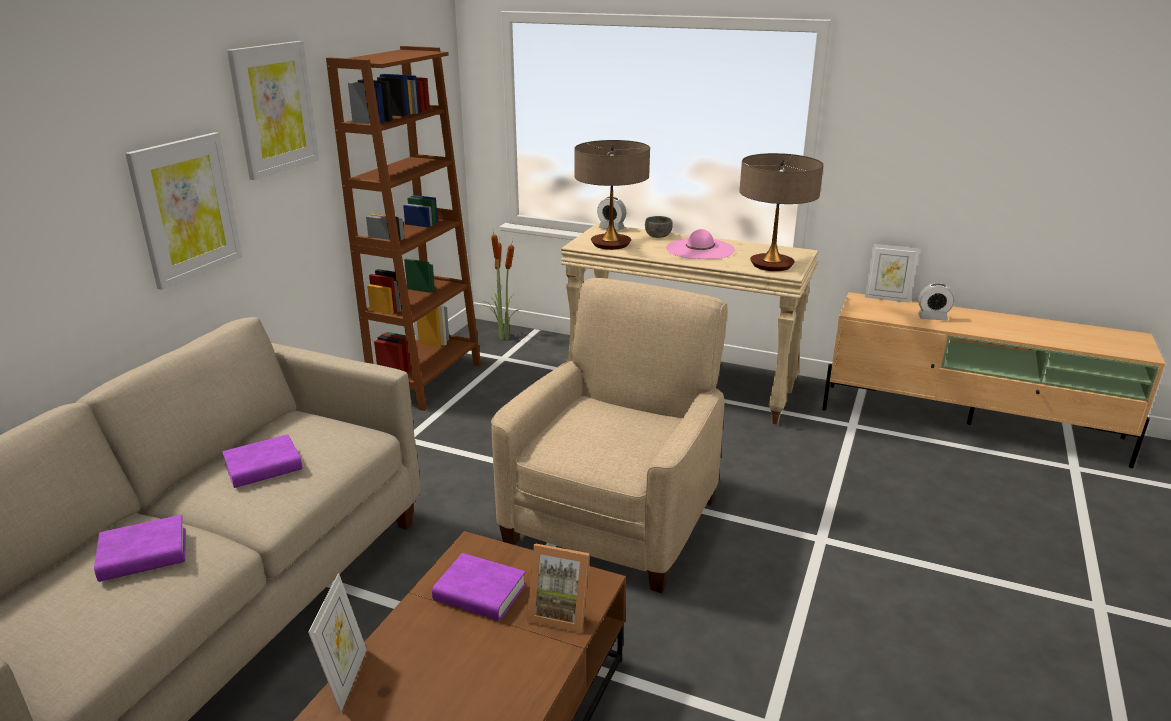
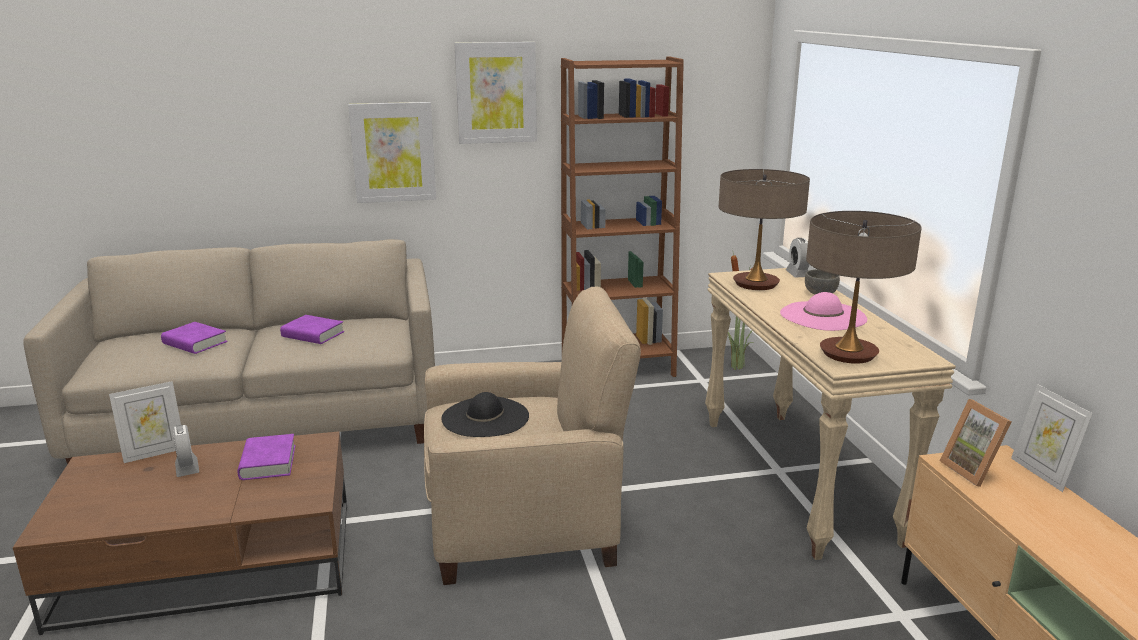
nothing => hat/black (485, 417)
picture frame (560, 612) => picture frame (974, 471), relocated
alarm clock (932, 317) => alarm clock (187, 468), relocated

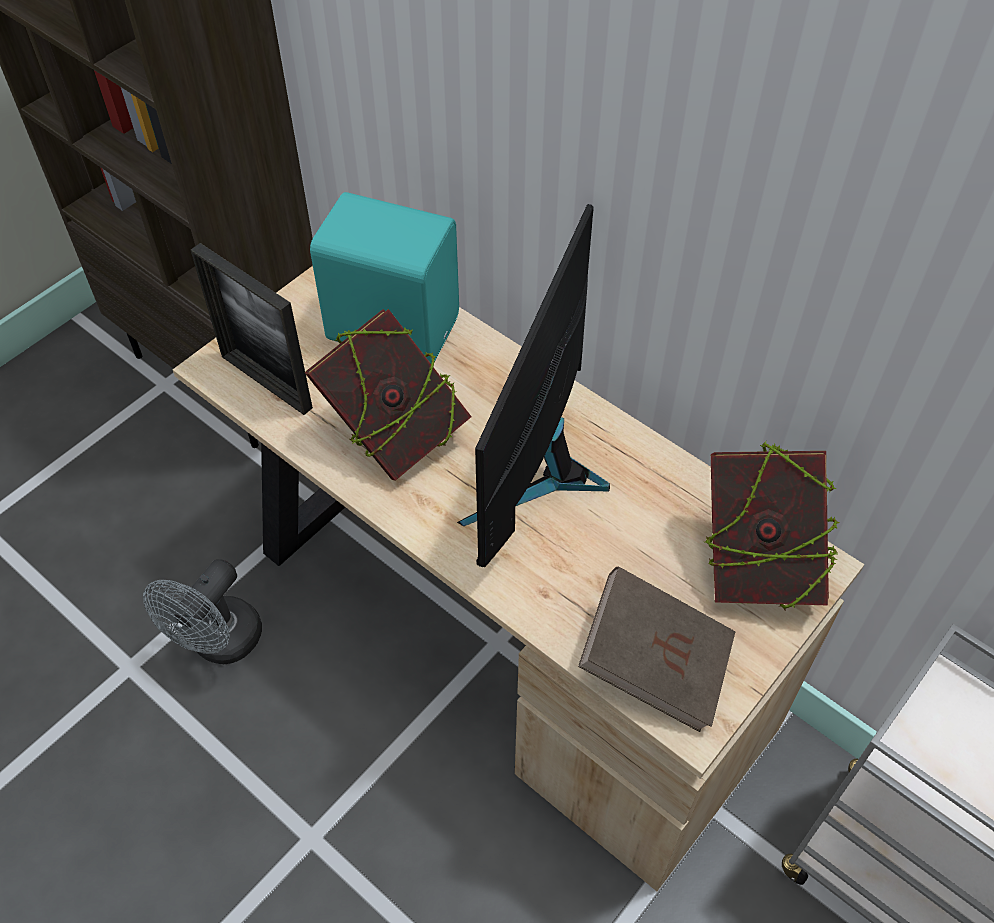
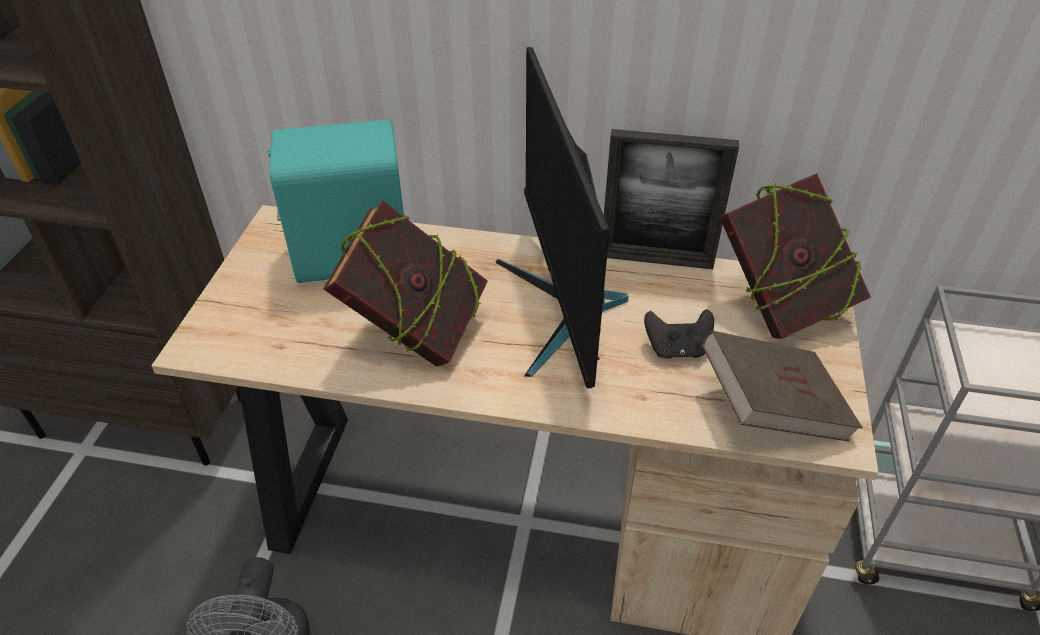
nothing => game controller/black (677, 349)
picture frame (266, 382) => picture frame (656, 259), relocated

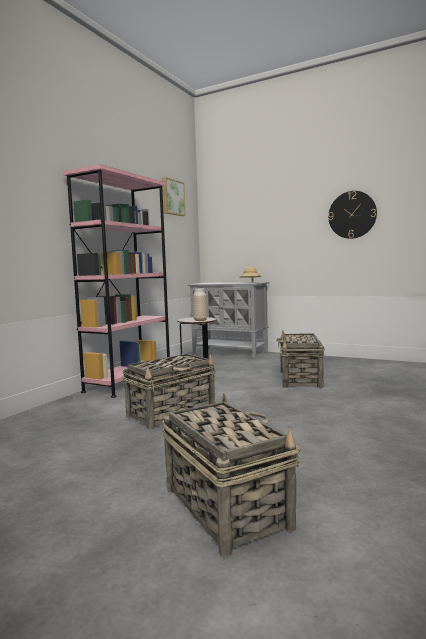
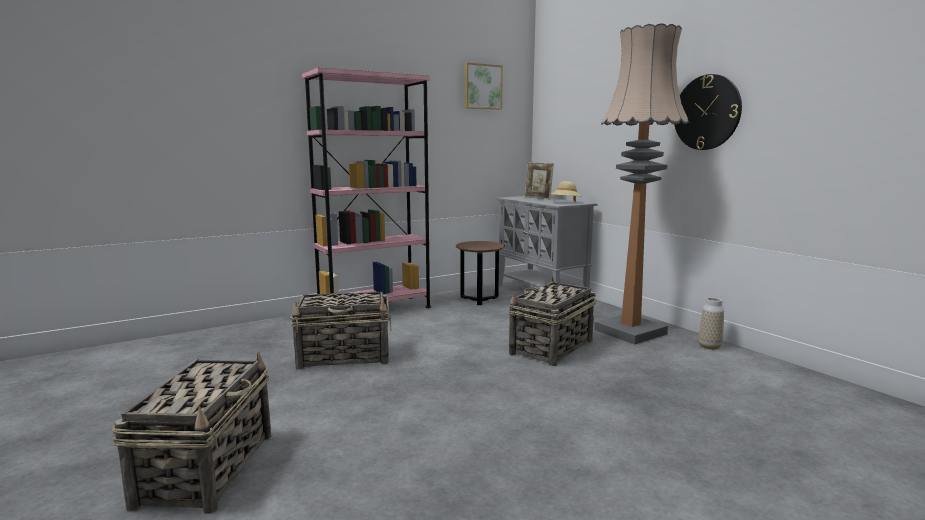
nothing => picture frame (538, 198)
nothing => floor lamp (630, 332)
vase (200, 320) => vase (709, 347), relocated

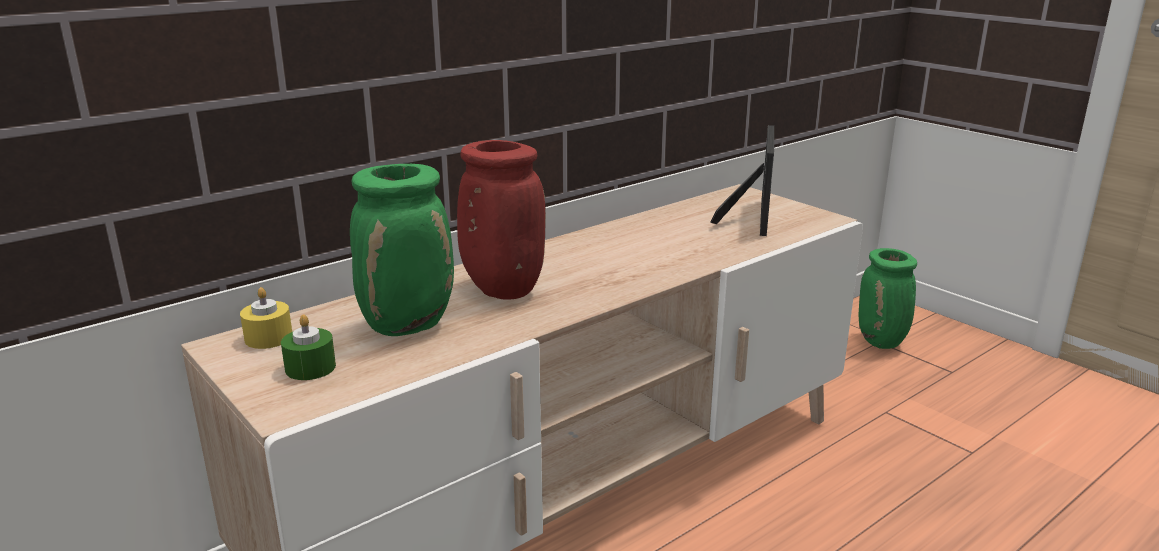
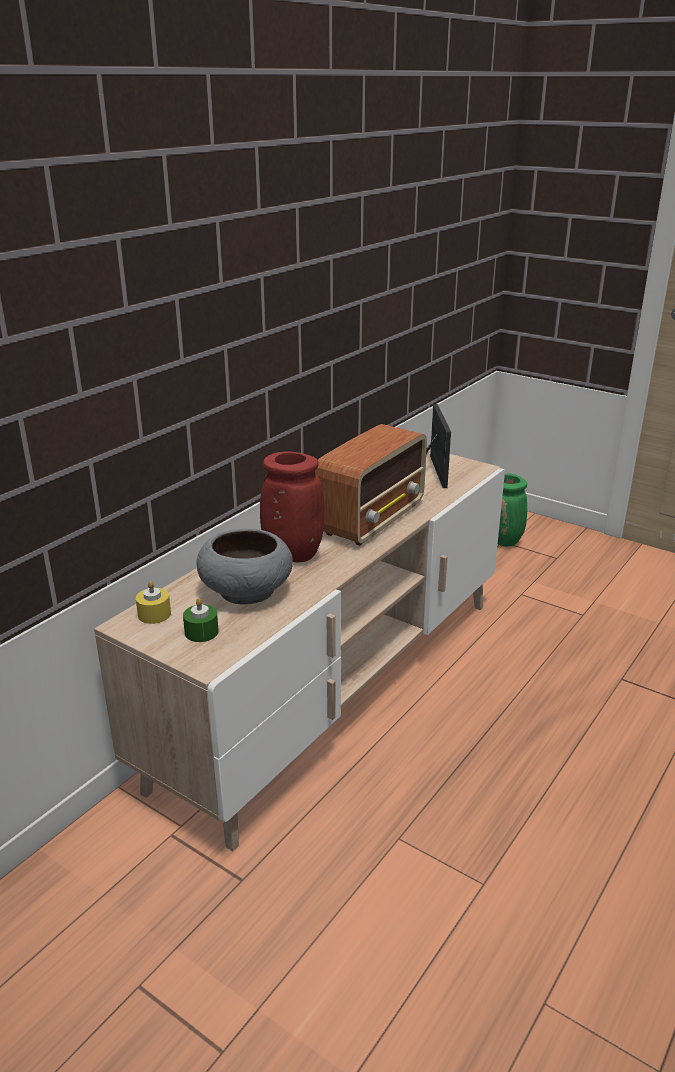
nothing => radio (372, 519)
vase/green (409, 325) => bowl/grey (246, 590)

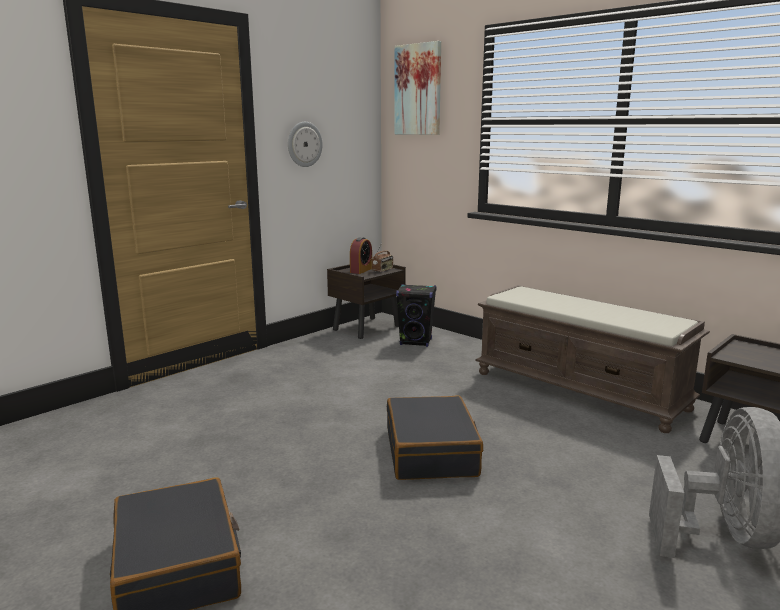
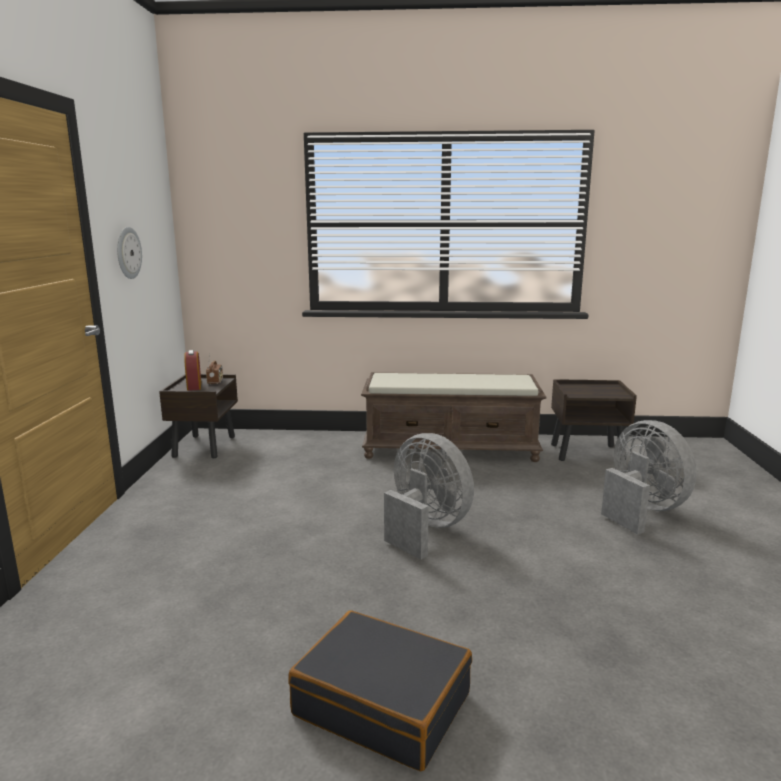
picture (418, 90) => nothing
speaker/black (416, 342) => nothing
suitcase/black (431, 452) => fan/grey (425, 529)

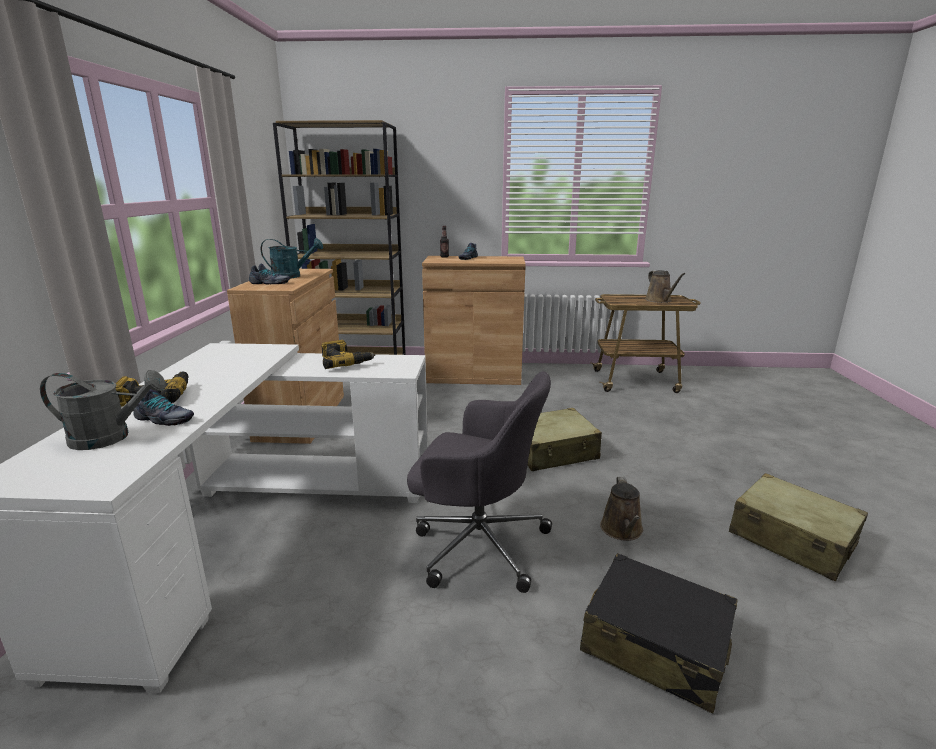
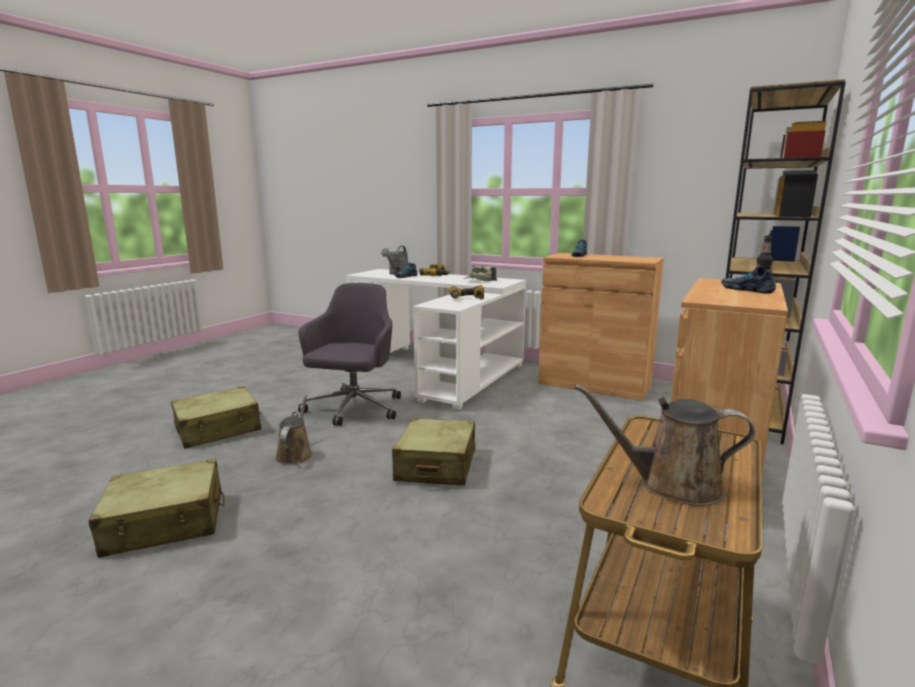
watering can/turquoise (292, 276) => nothing
nothing => cap (479, 281)
suitcase/black (654, 644) => suitcase/beige (218, 429)
office chair/grey (477, 543) => office chair/grey (353, 409), 150 degrees clockwise
watering can/brown (622, 530) => watering can/brown (295, 454), 60 degrees clockwise

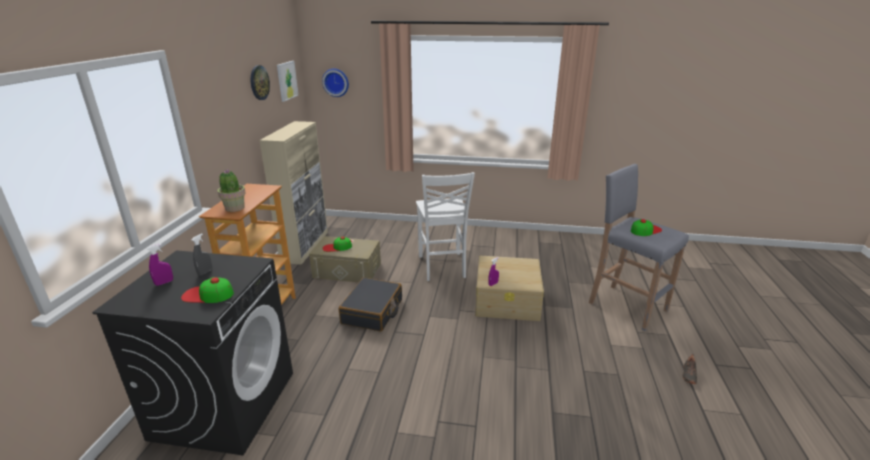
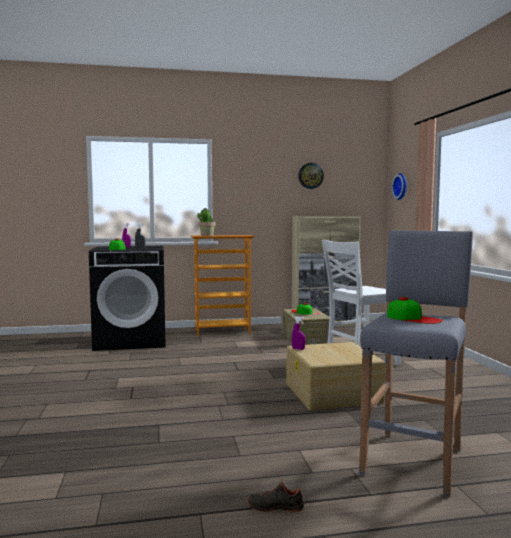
picture (287, 80) => nothing
suitcase/black (372, 312) => nothing

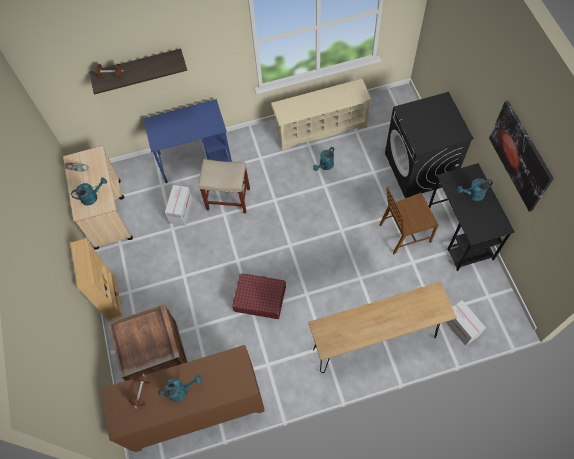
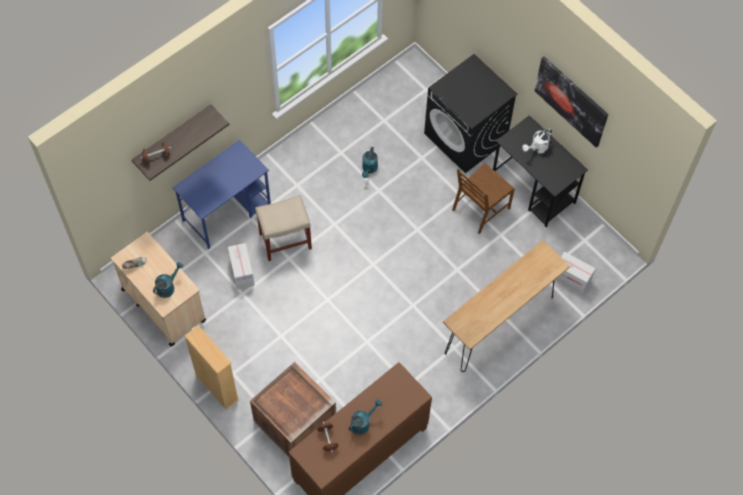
suitcase/red (259, 298) => nothing
shoe rack/beige (321, 128) => nothing
watering can/turquoise (472, 195) => watering can/white (537, 148)

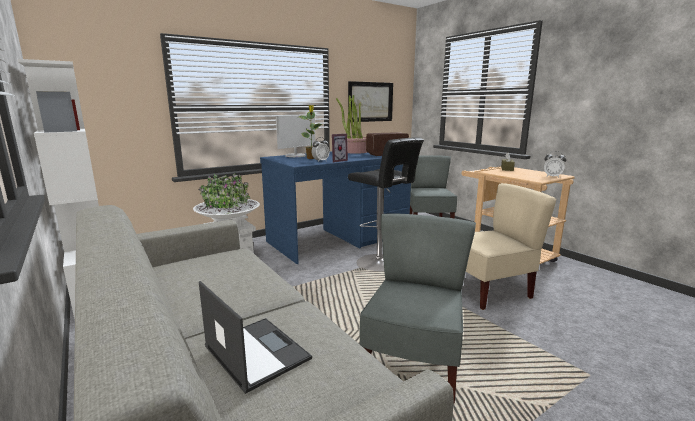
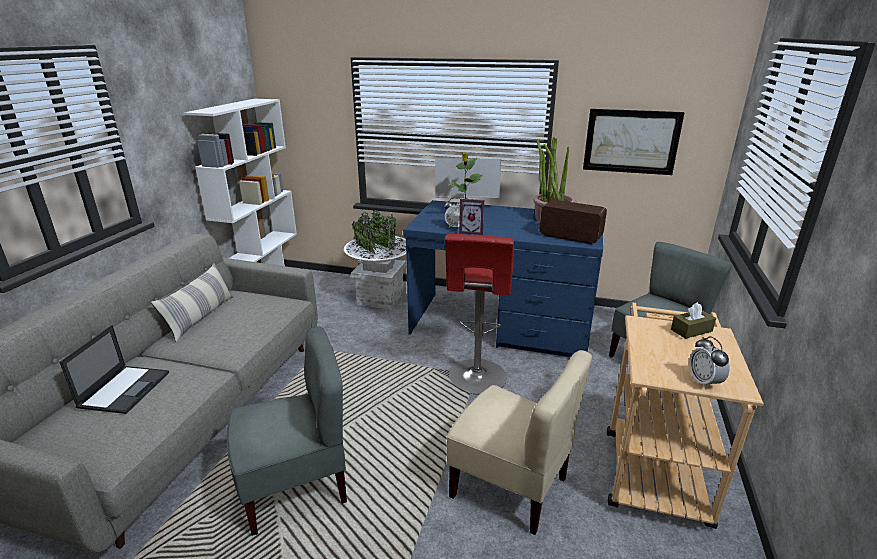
nothing => pillow (201, 317)
stool/black (381, 264) => stool/red (476, 379)

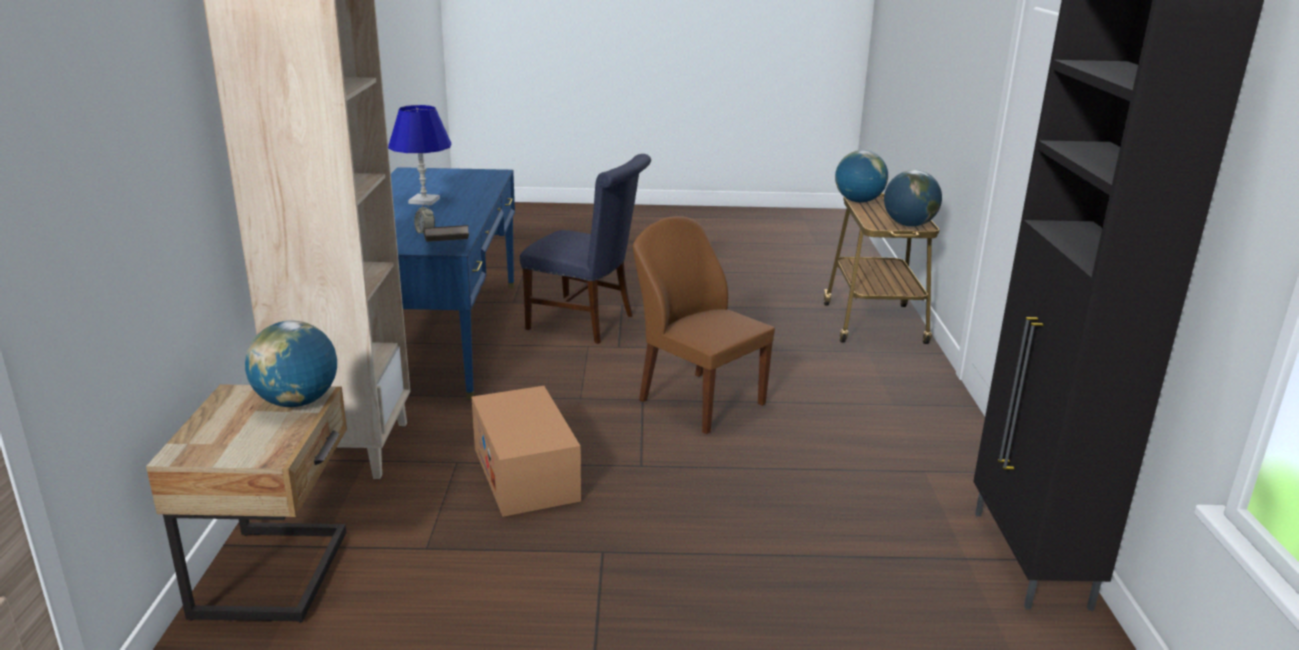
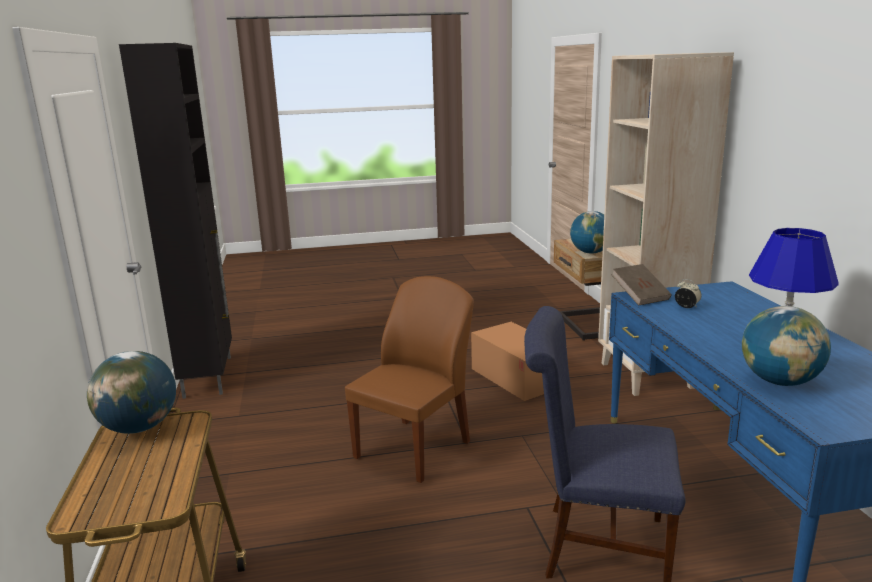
globe (858, 201) => globe (780, 381), relocated
chair/brown (699, 401) => chair/brown (415, 448), 90 degrees counterclockwise

